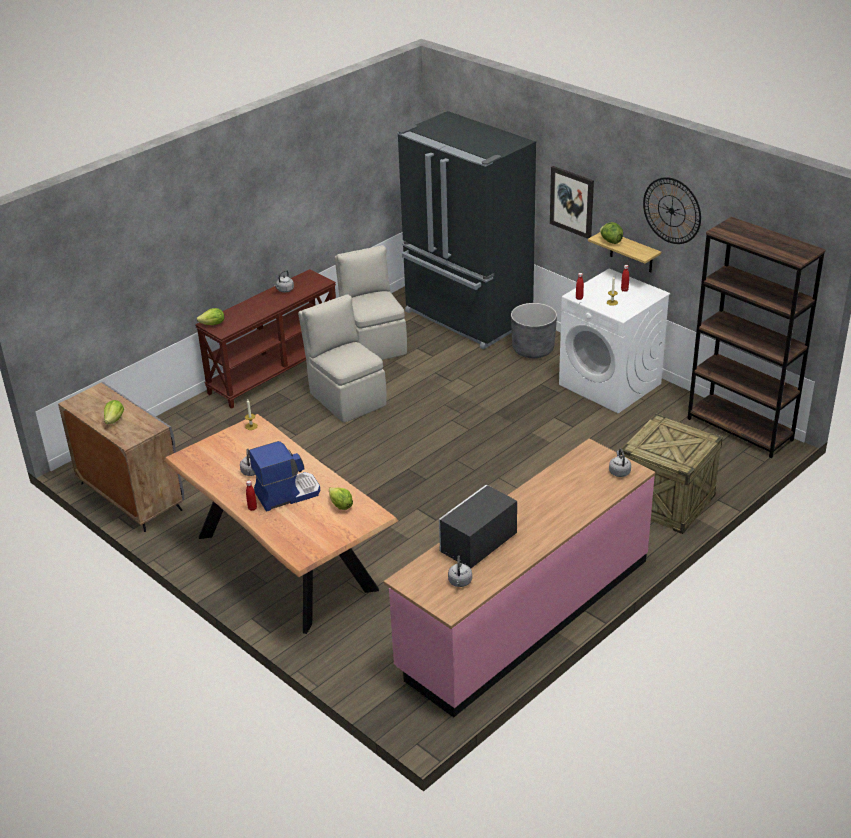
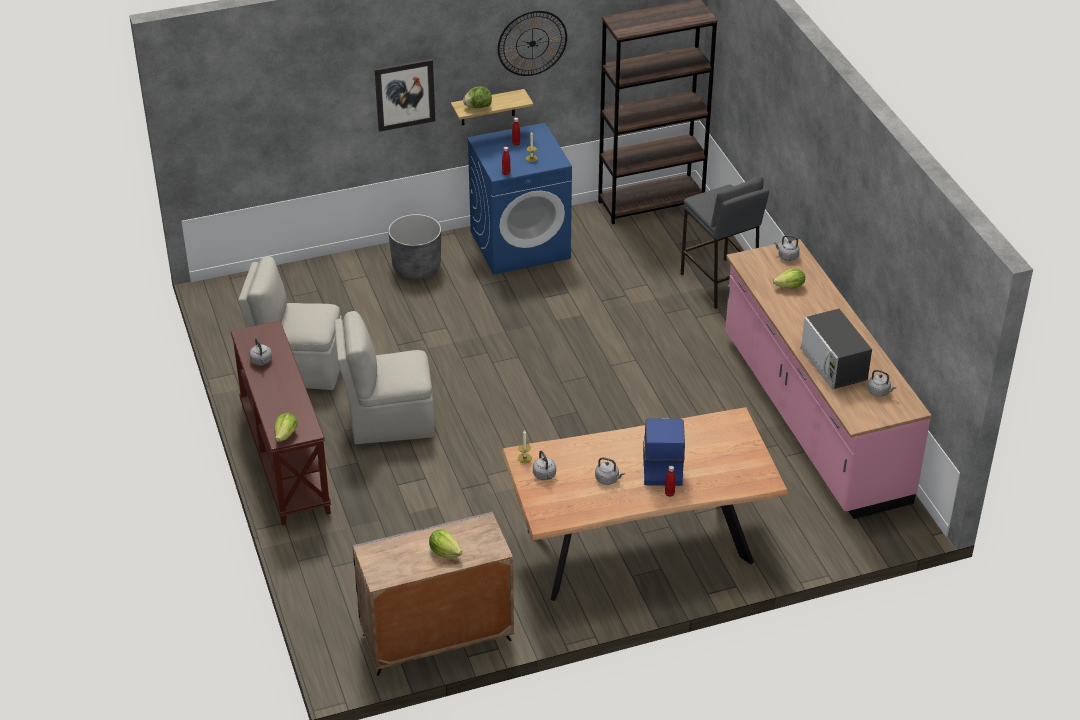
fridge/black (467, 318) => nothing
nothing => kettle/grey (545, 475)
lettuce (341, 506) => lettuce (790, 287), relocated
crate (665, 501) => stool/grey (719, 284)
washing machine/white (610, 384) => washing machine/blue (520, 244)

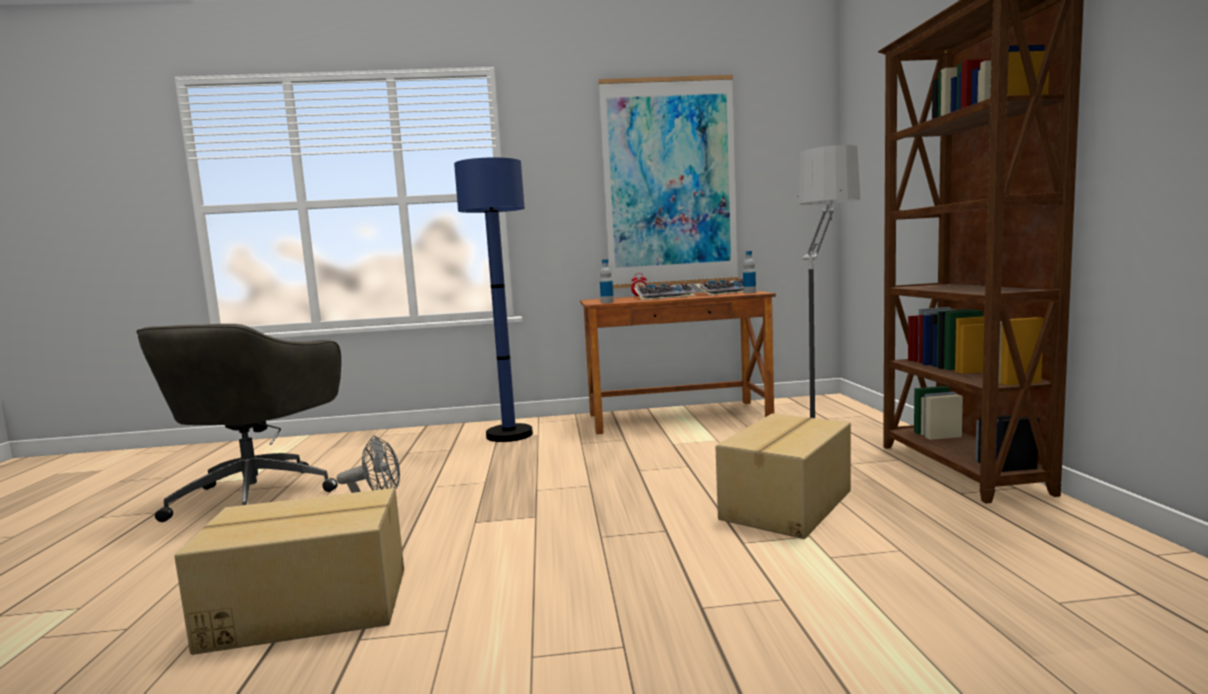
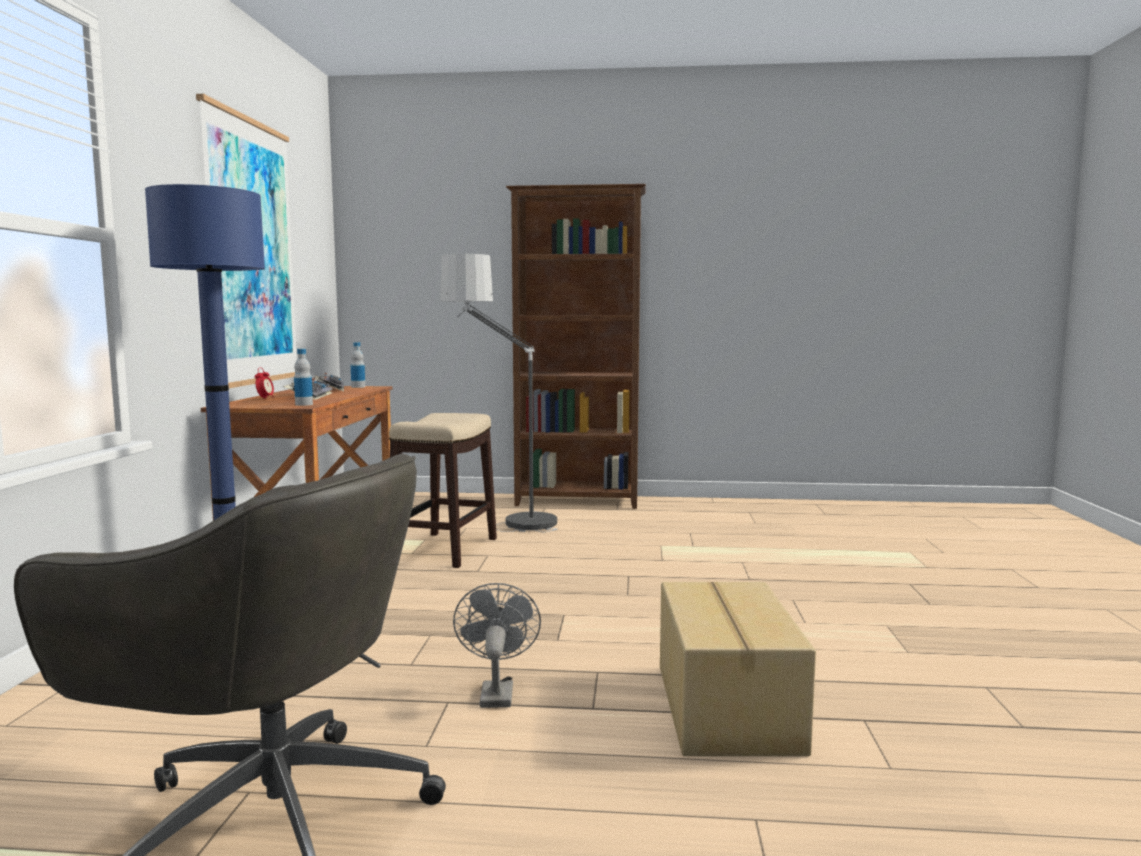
cardboard box (789, 505) => nothing
nothing => stool (444, 550)

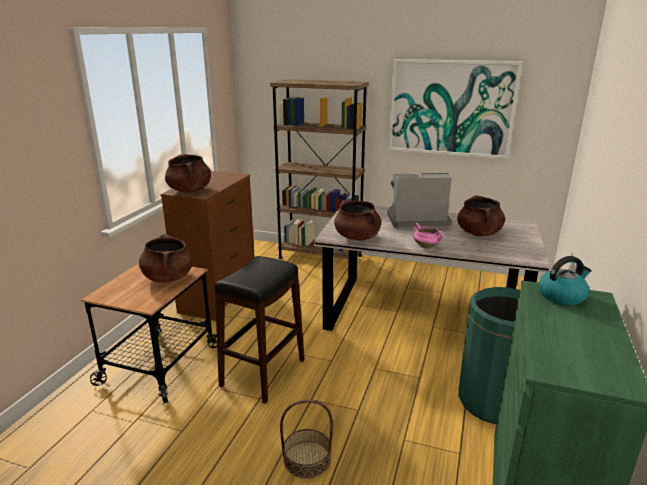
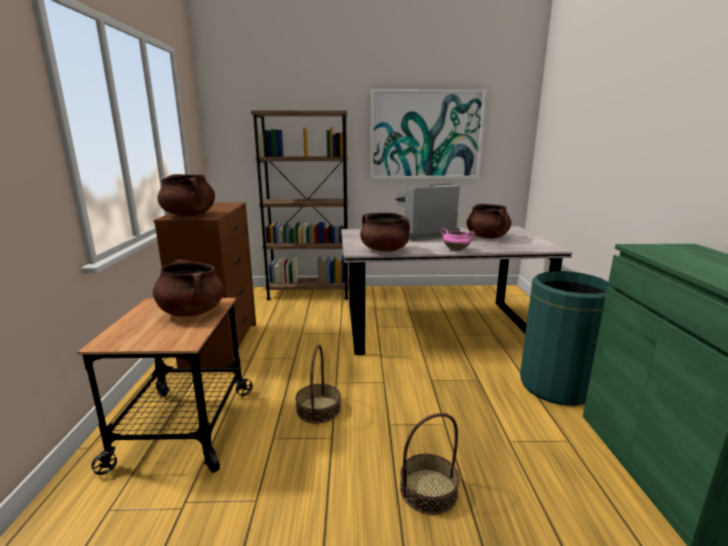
kettle (562, 296) => nothing
stool/black (263, 372) => basket (318, 409)

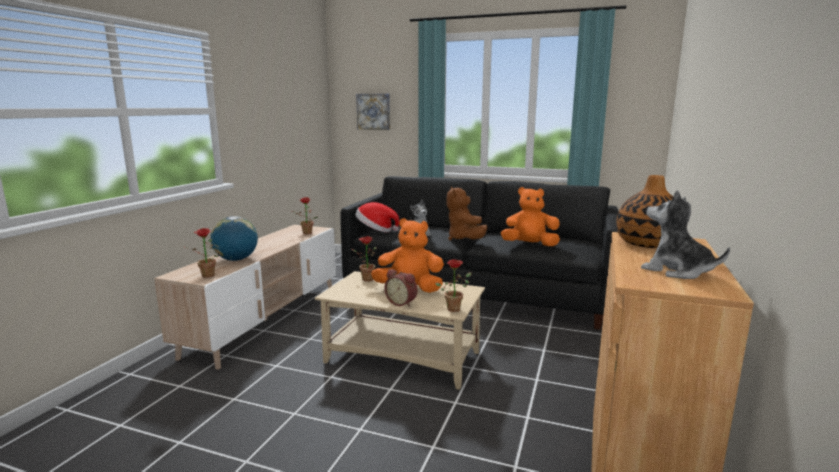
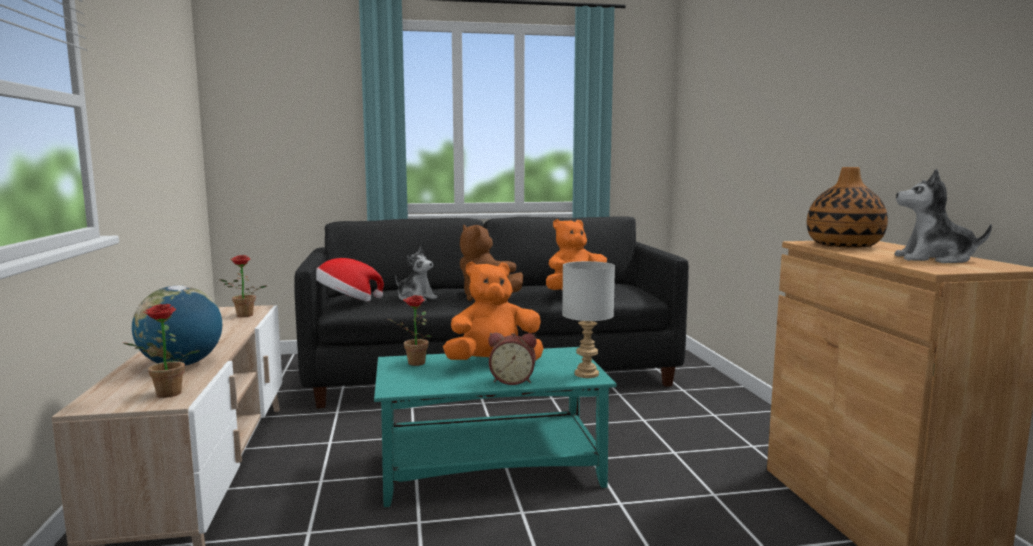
picture (374, 111) => nothing
potted plant (455, 308) => table lamp/grey (587, 374)
coffee table/beige (404, 357) => coffee table/turquoise (492, 469)

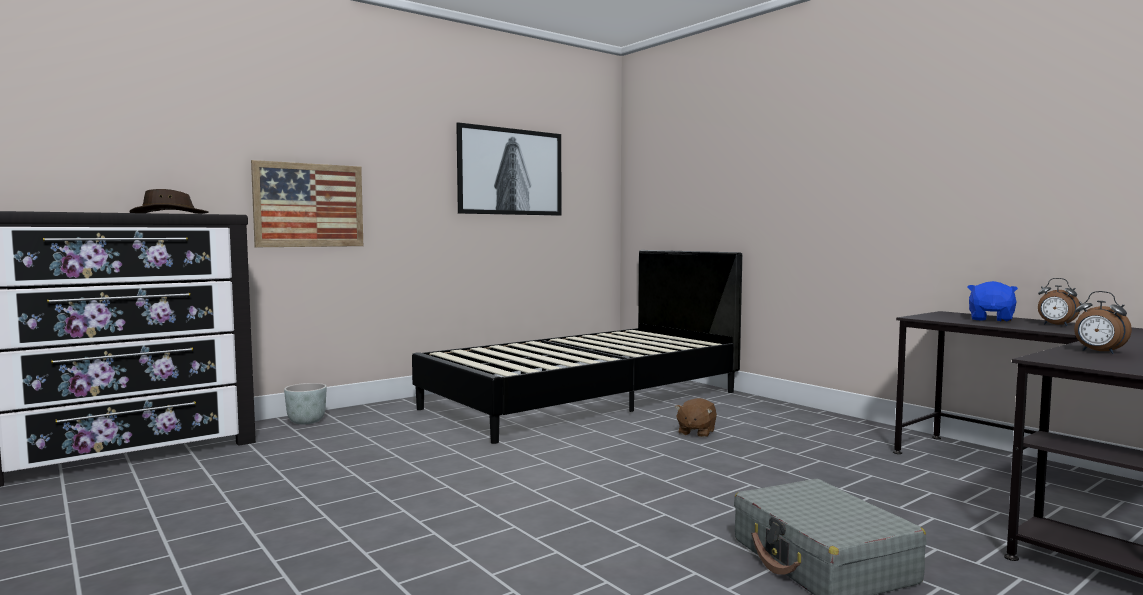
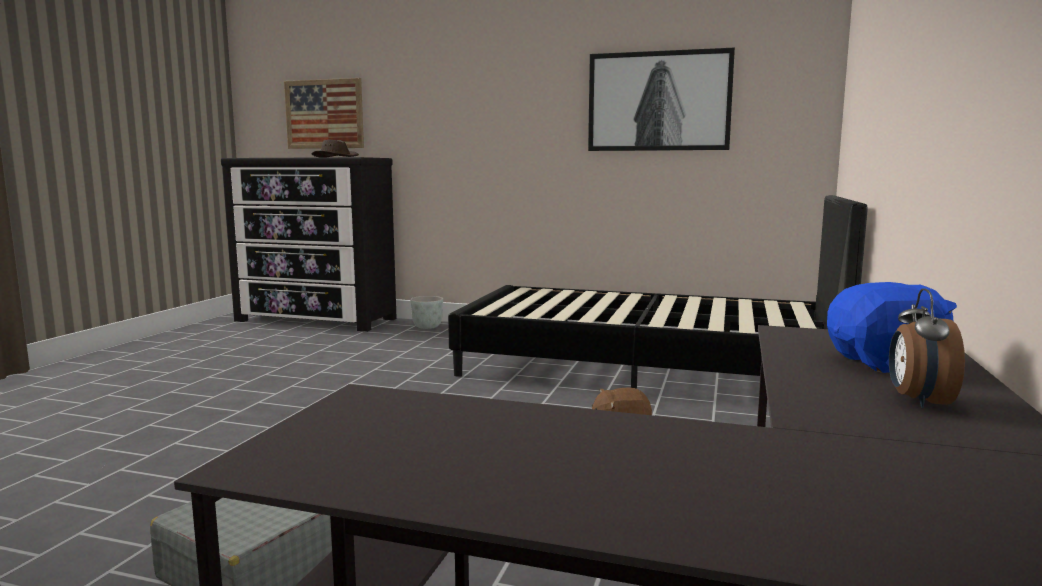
alarm clock (1098, 352) => nothing
picture (309, 205) => picture (324, 114), relocated

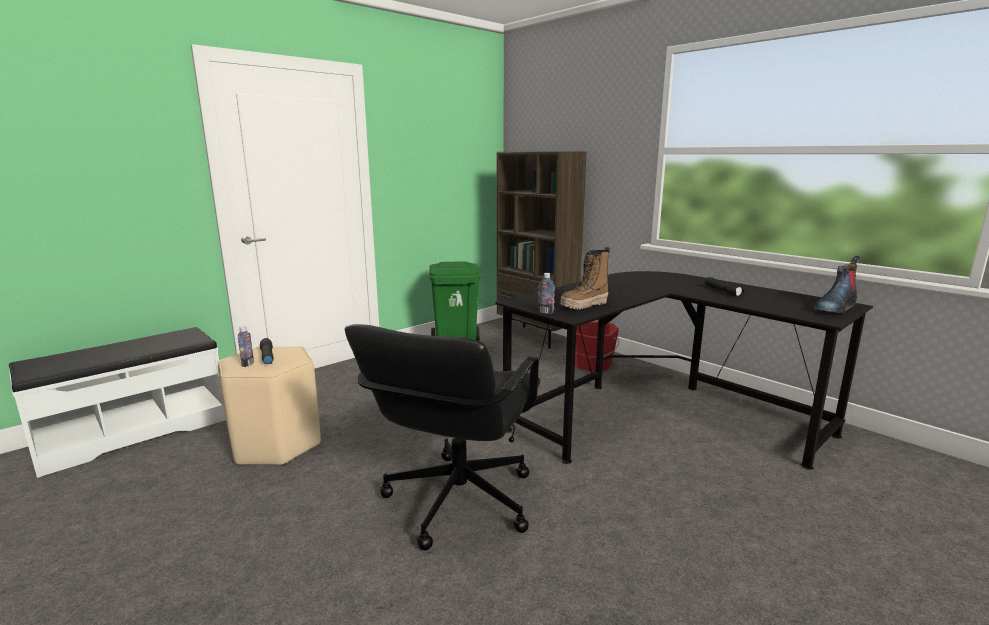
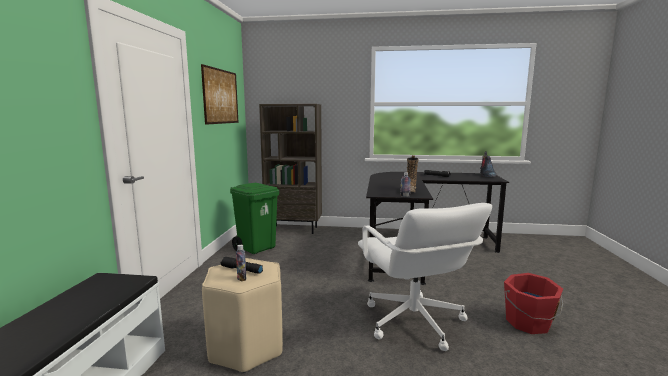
nothing => picture (221, 96)
bucket/red (591, 364) => bucket/red (528, 323), relocated
office chair/black (457, 500) => office chair/white (413, 322)

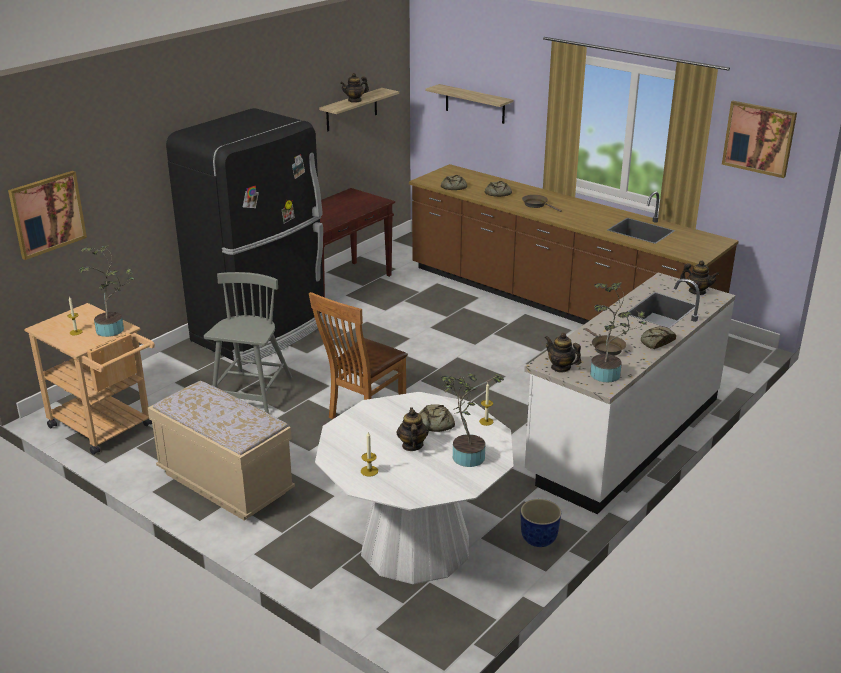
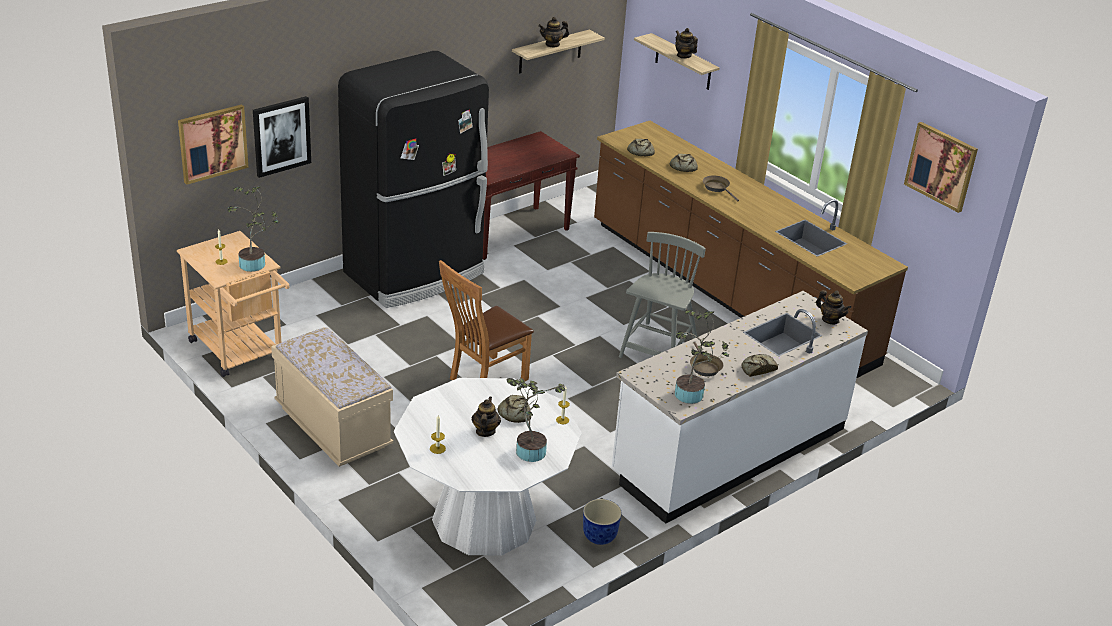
nothing => picture (281, 136)
chair/grey (252, 393) => chair/grey (658, 349), relocated
teapot (561, 367) => teapot (684, 56), relocated

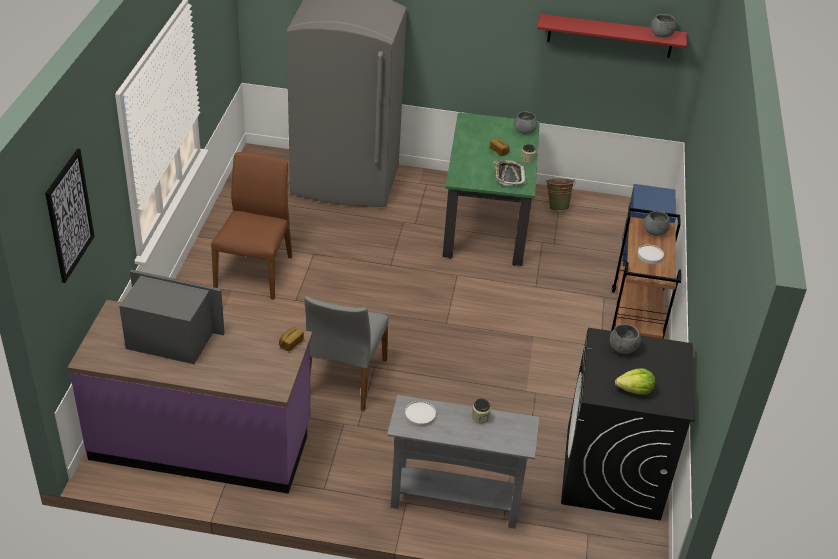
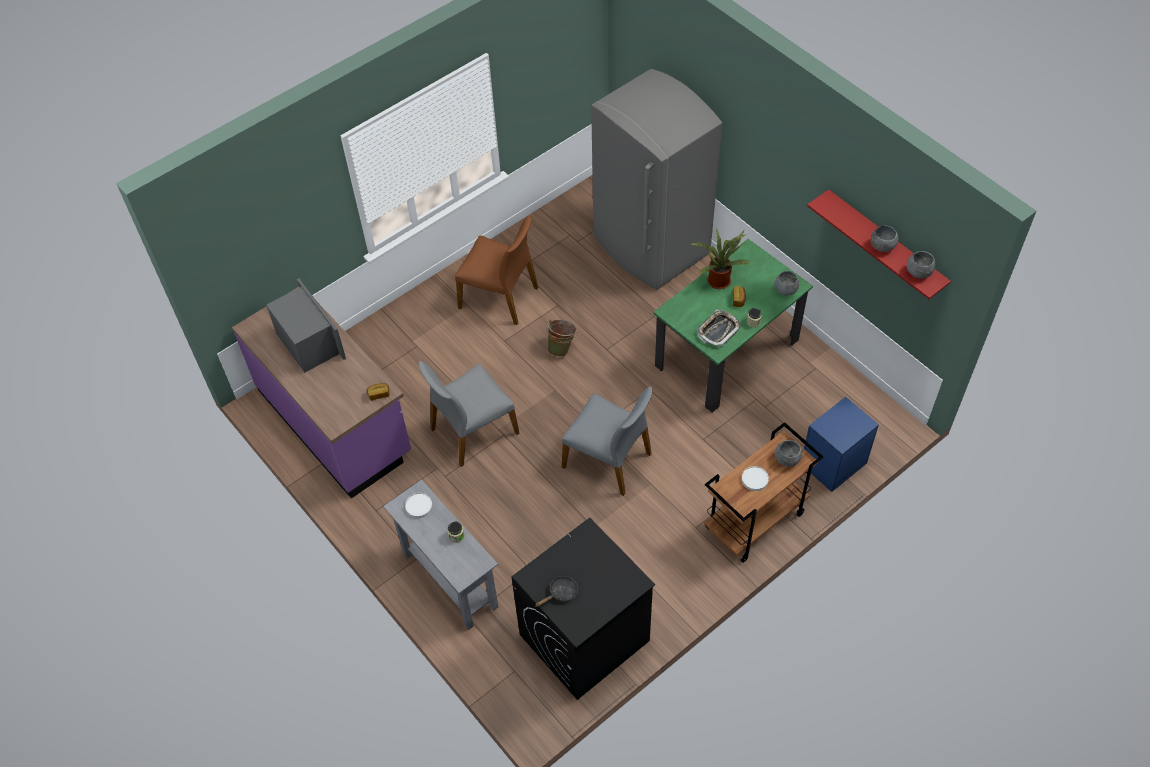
picture (69, 215) => nothing
nothing => chair/grey (608, 460)
nothing => potted plant (719, 279)
bucket/green (557, 206) => bucket/green (562, 347), relocated
bowl/grey (622, 348) => bowl/grey (882, 246), relocated
lettuce (635, 390) => frying pan/black (561, 593)
chair/brown (255, 271) => chair/brown (499, 297), 60 degrees clockwise

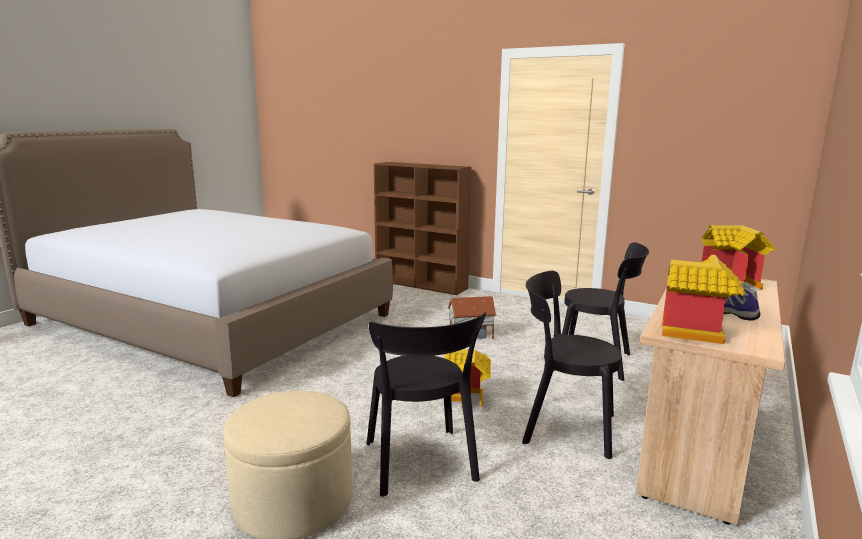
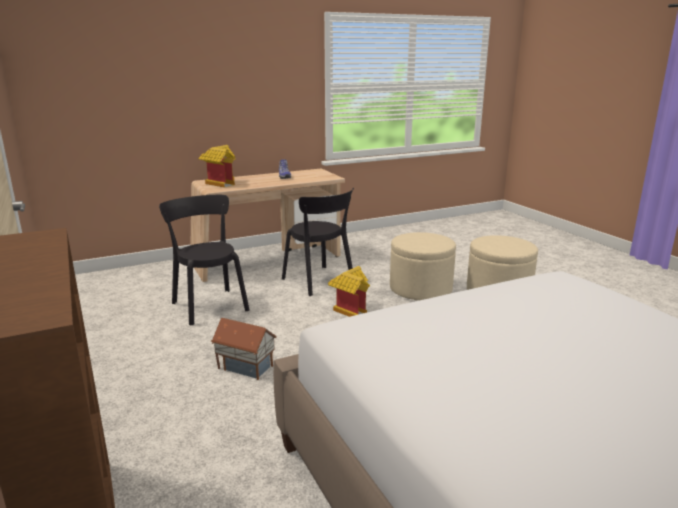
toy house (697, 333) => nothing
chair/black (421, 464) => ottoman/beige (420, 289)

